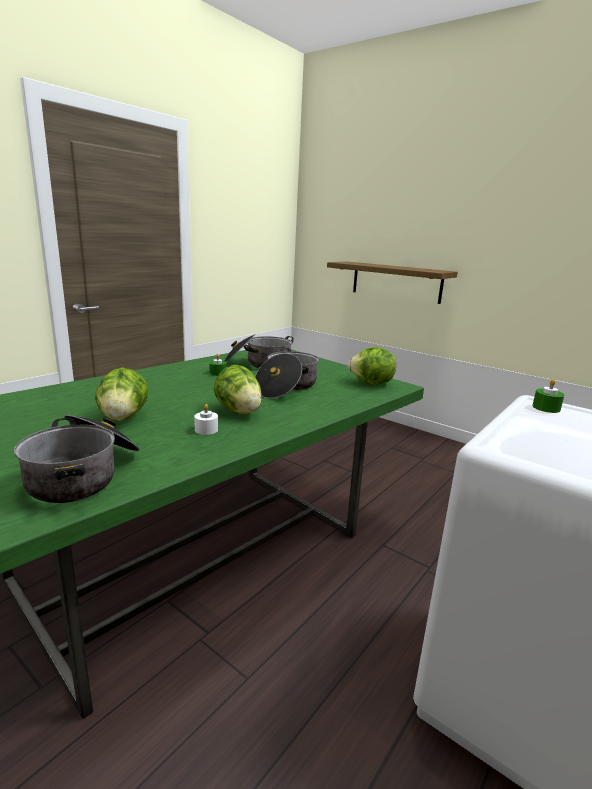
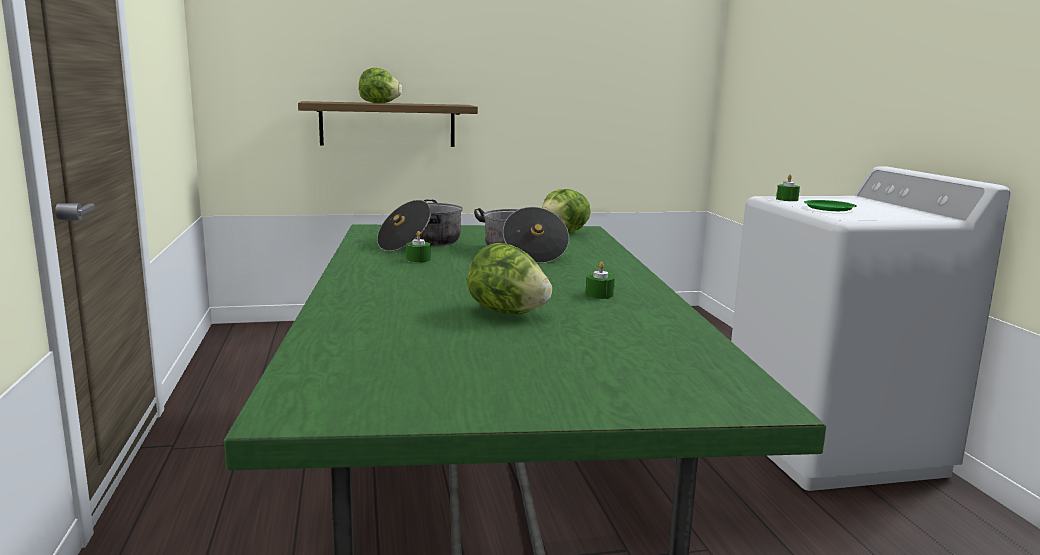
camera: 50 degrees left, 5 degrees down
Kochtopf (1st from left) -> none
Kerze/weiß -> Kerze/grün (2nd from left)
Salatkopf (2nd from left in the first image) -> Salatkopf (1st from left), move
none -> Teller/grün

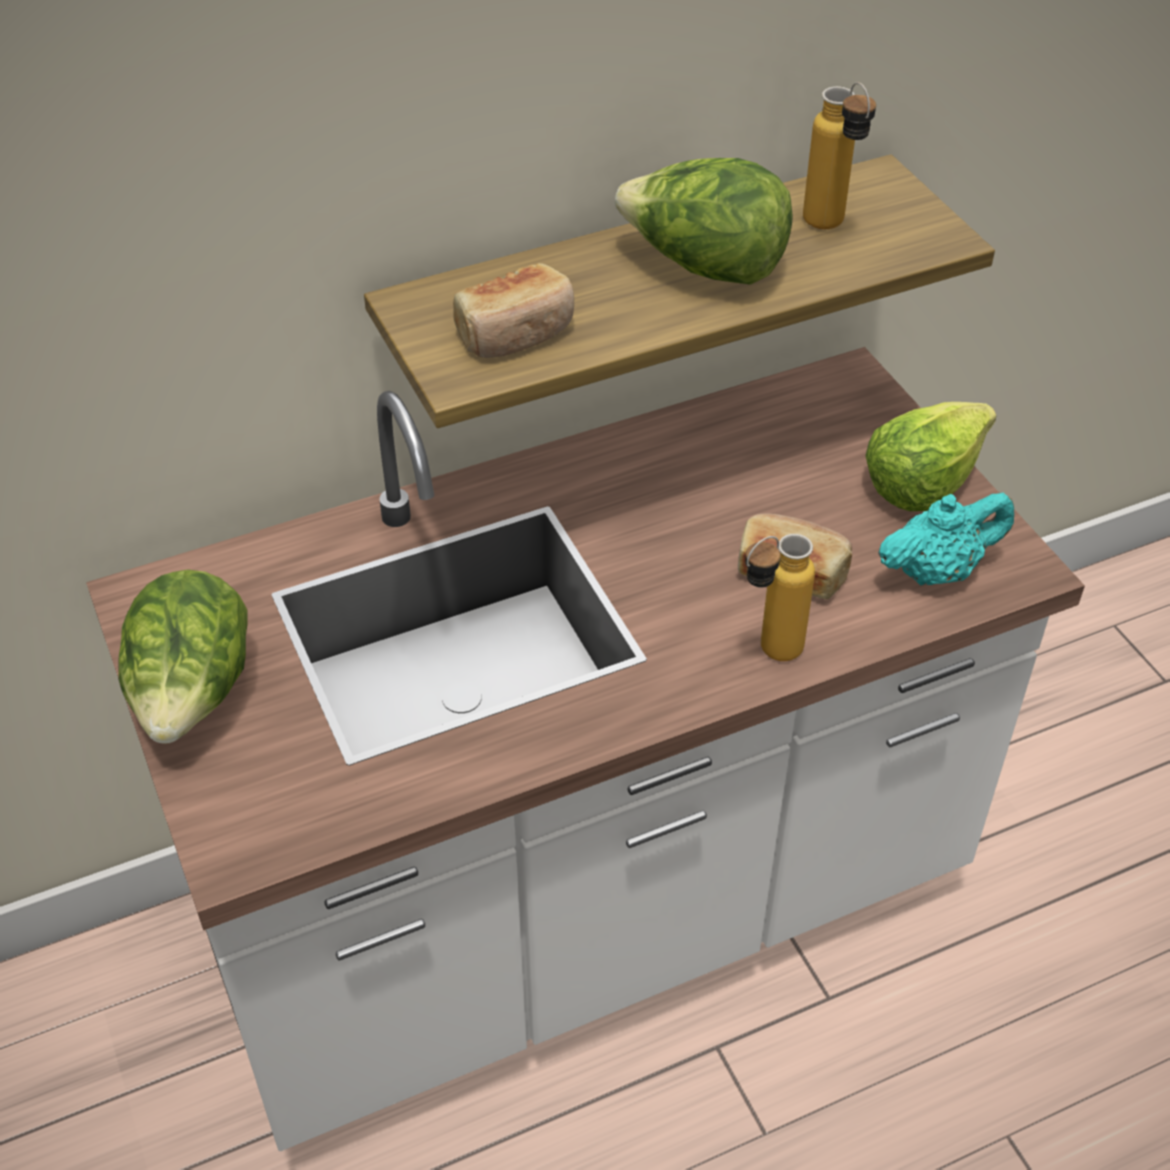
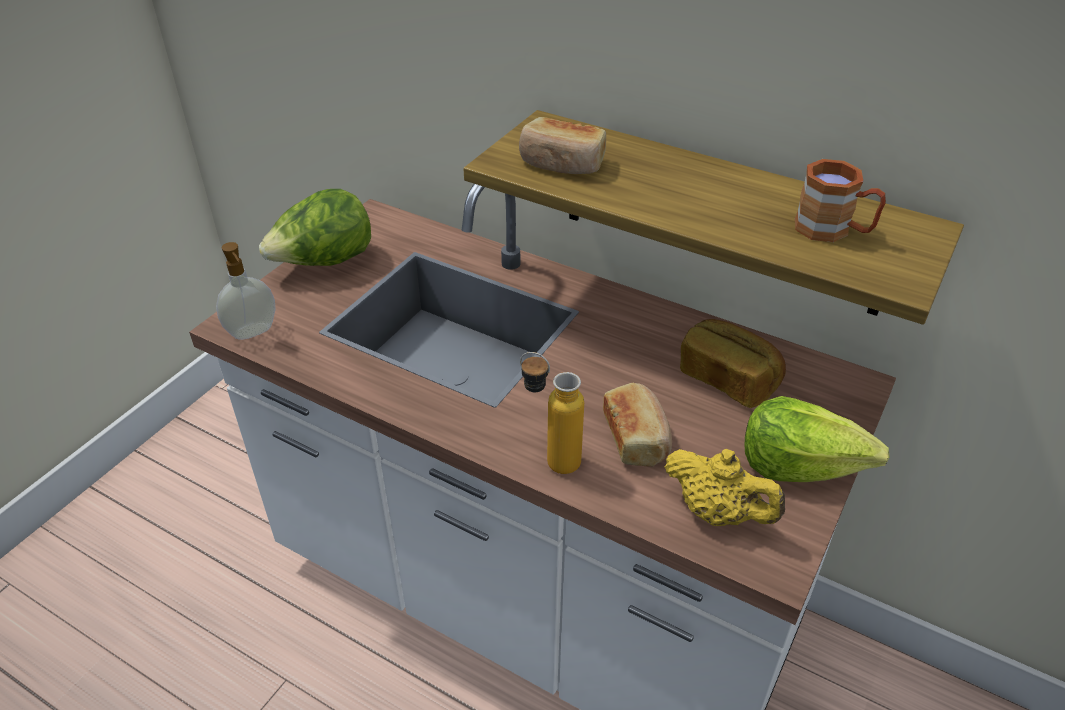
camera: 55 degrees right, 5 degrees down
Salatkopf (2nd from left) -> none
Flasche (2nd from left) -> Henkelbecher/braun
Teekanne/türkis -> Teekanne/gelb
none -> Seifenspender
none -> Brot (3rd from left)

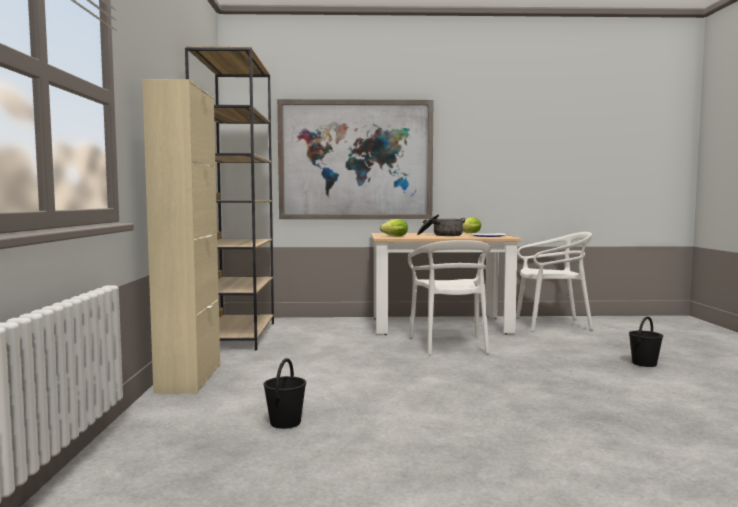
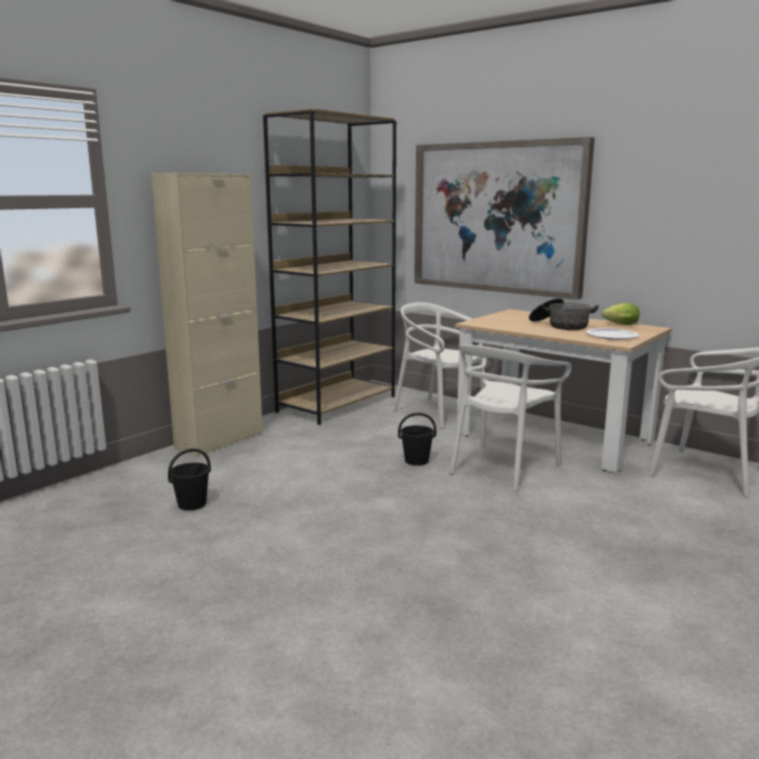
camera: 40 degrees right, 10 degrees up
Salatkopf (1st from left) -> none
Eimer/schwarz (2nd from left), move
none -> Stuhl/weiß (1st from left)

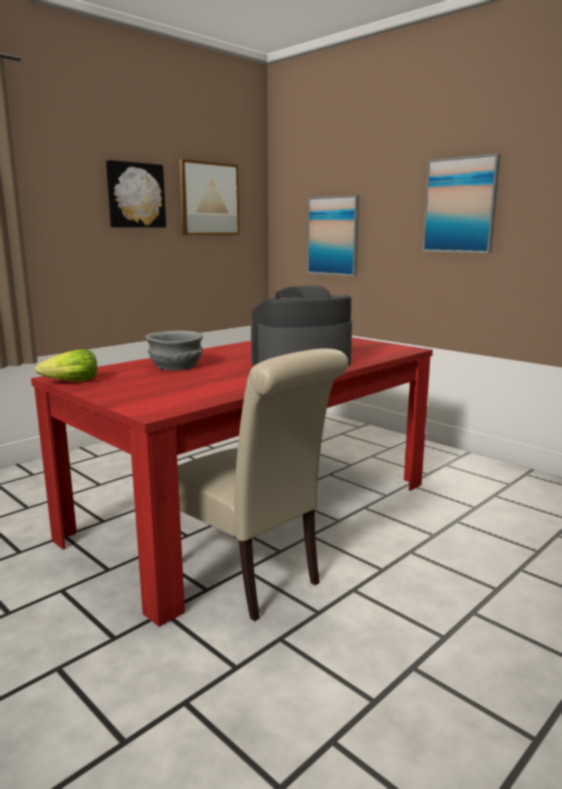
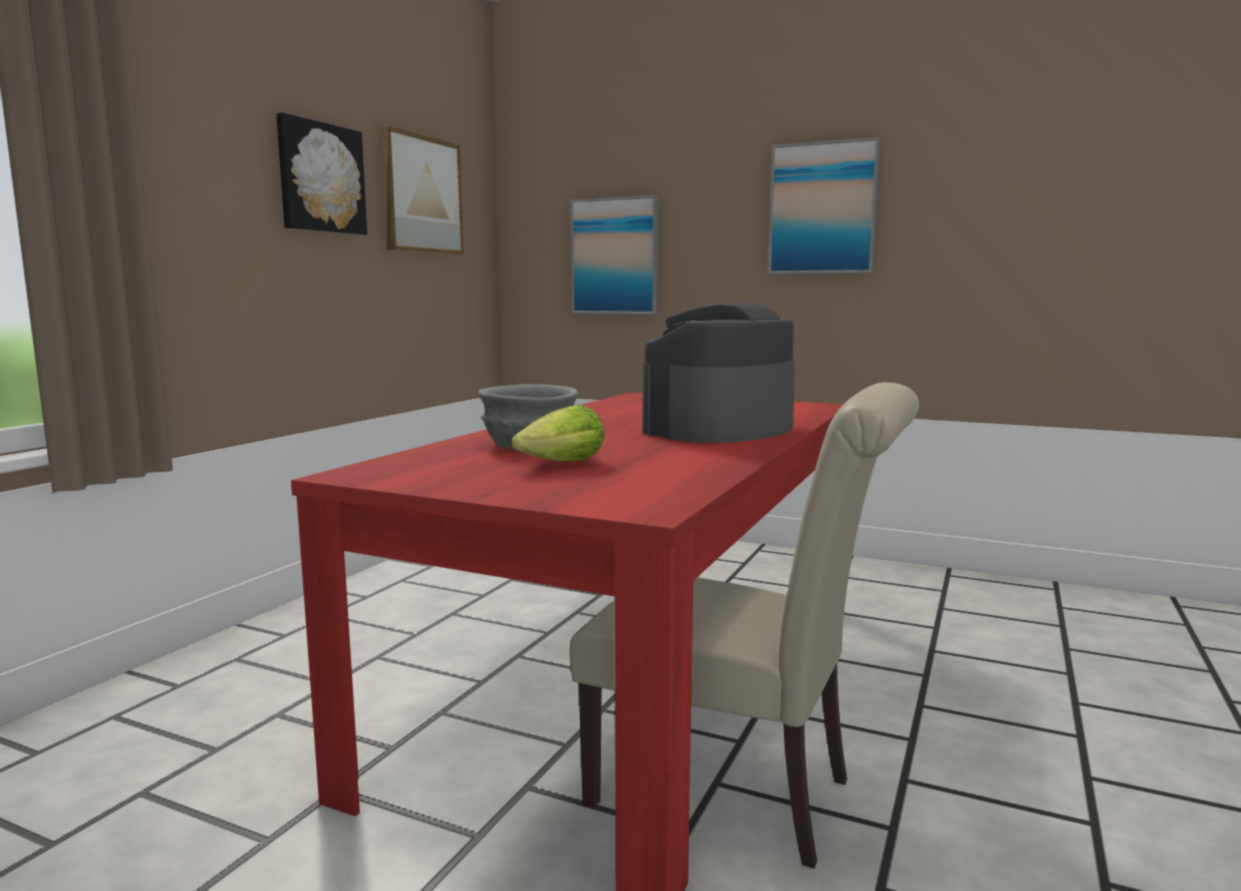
camera: 20 degrees left, 5 degrees down
Salatkopf, move

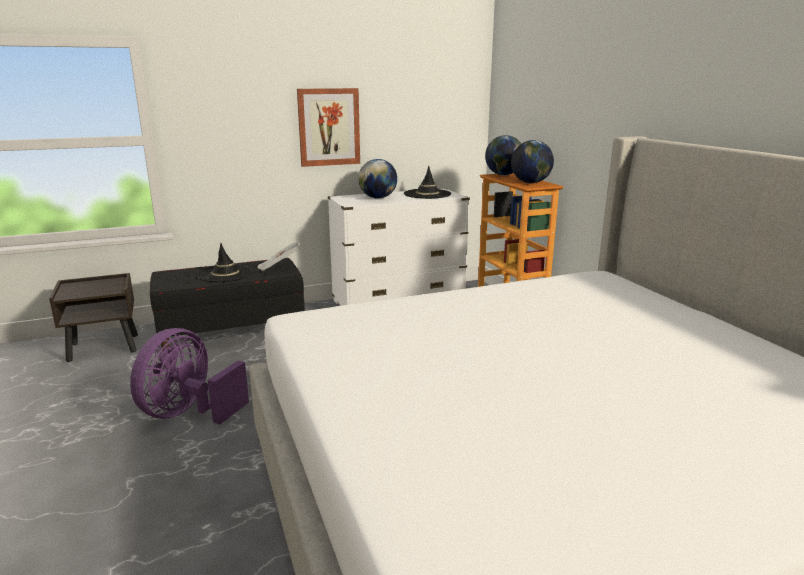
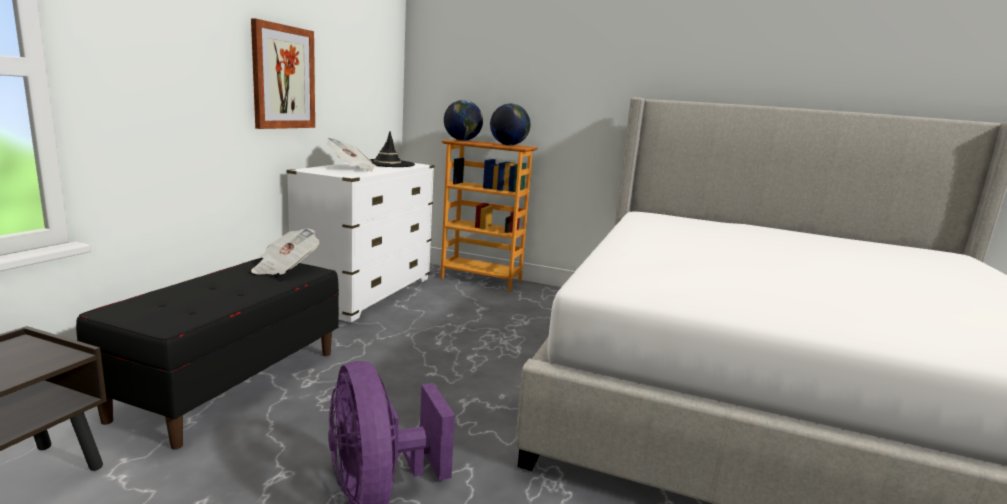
camera: 50 degrees left, 5 degrees down
Hut/schwarz (1st from left) -> none
Globus (1st from left) -> Zeitung (2nd from left)

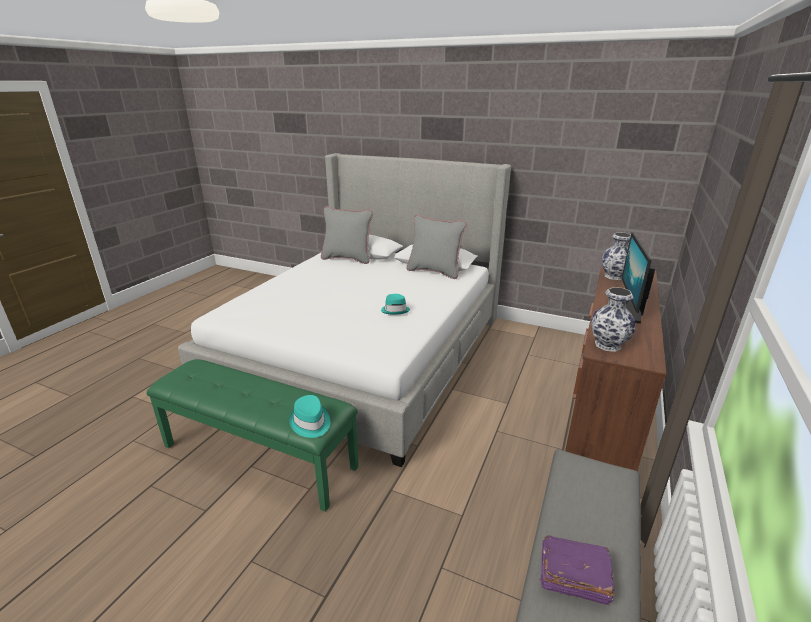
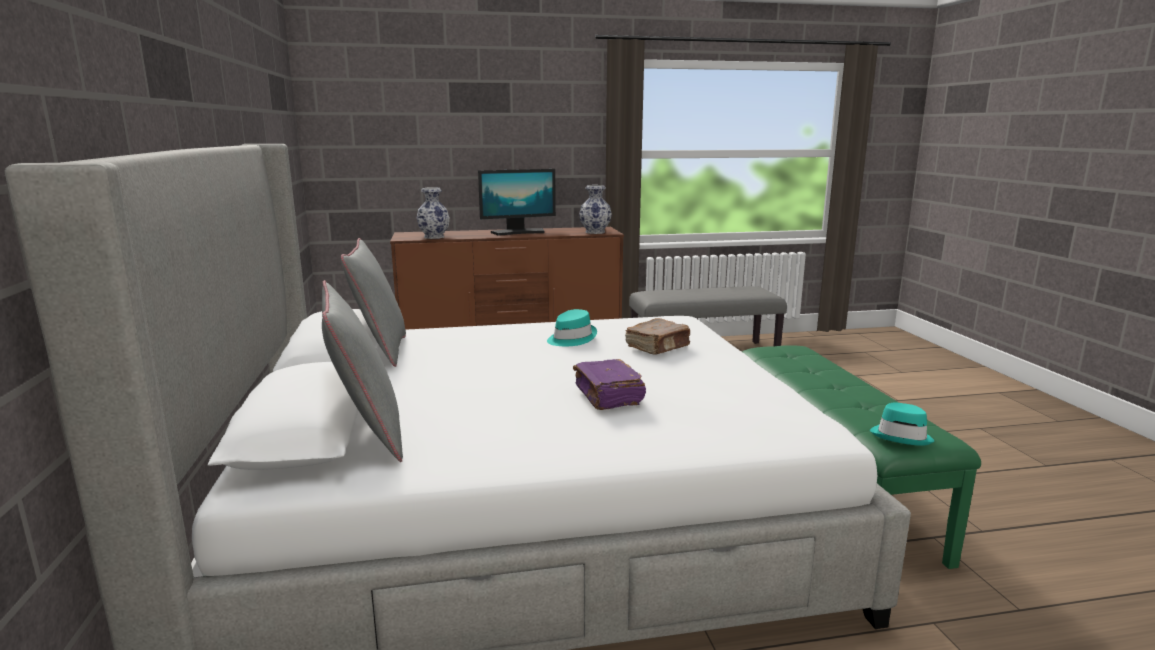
camera: 125 degrees left, 10 degrees down
Hut/türkis (1st from left in the first image) -> Hut/türkis (2nd from left), move
Buch/lila, move
none -> Buch/braun

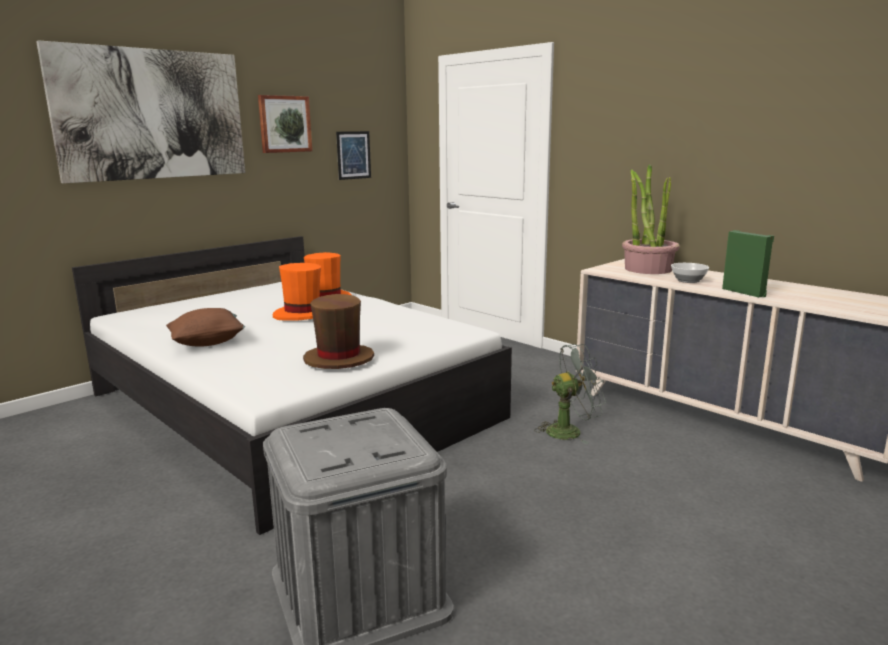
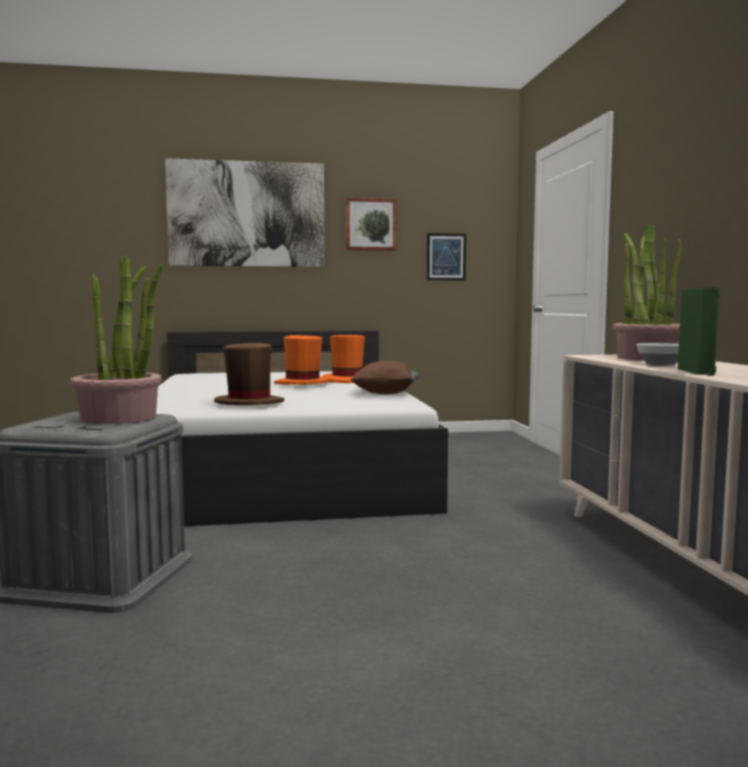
camera: 35 degrees right, 10 degrees down
Kissen/braun, move
Ventilator/grau -> none
none -> Topfpflanze (1st from left)

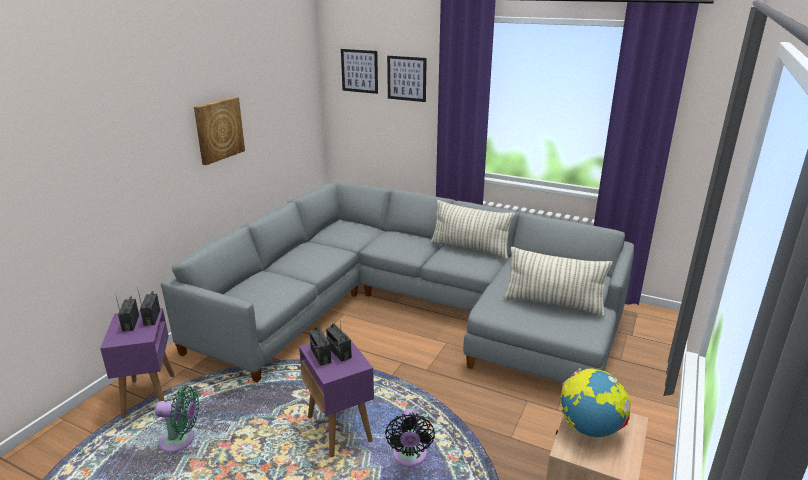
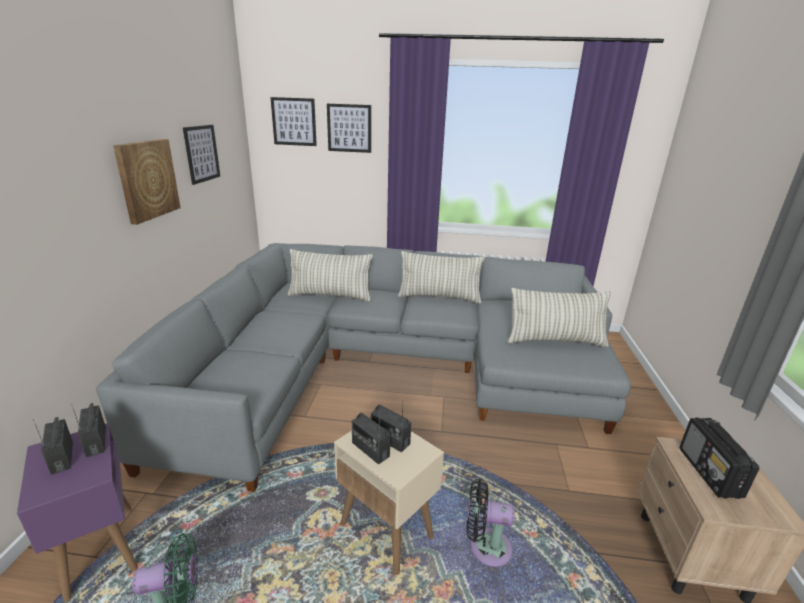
camera: 20 degrees left, 0 degrees up
Beistelltisch/lila (2nd from left) -> Beistelltisch/beige
Ventilator/schwarz, 120 degrees clockwise
Globus -> Radio (5th from left)
none -> Bild (2nd from left)
none -> Kissen (1st from left)

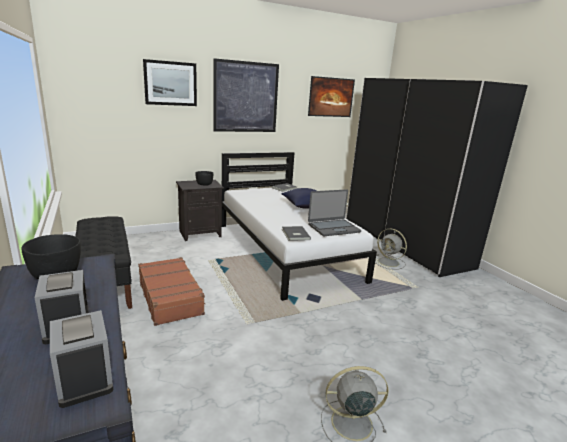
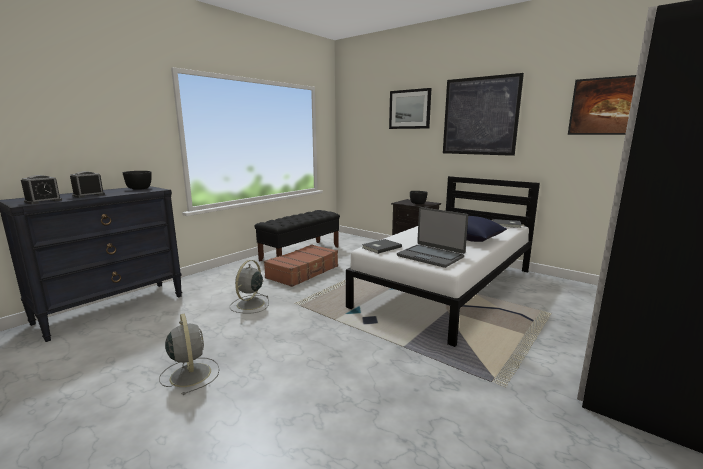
camera: 65 degrees right, 5 degrees down
Ventilator/grau (2nd from left), move

